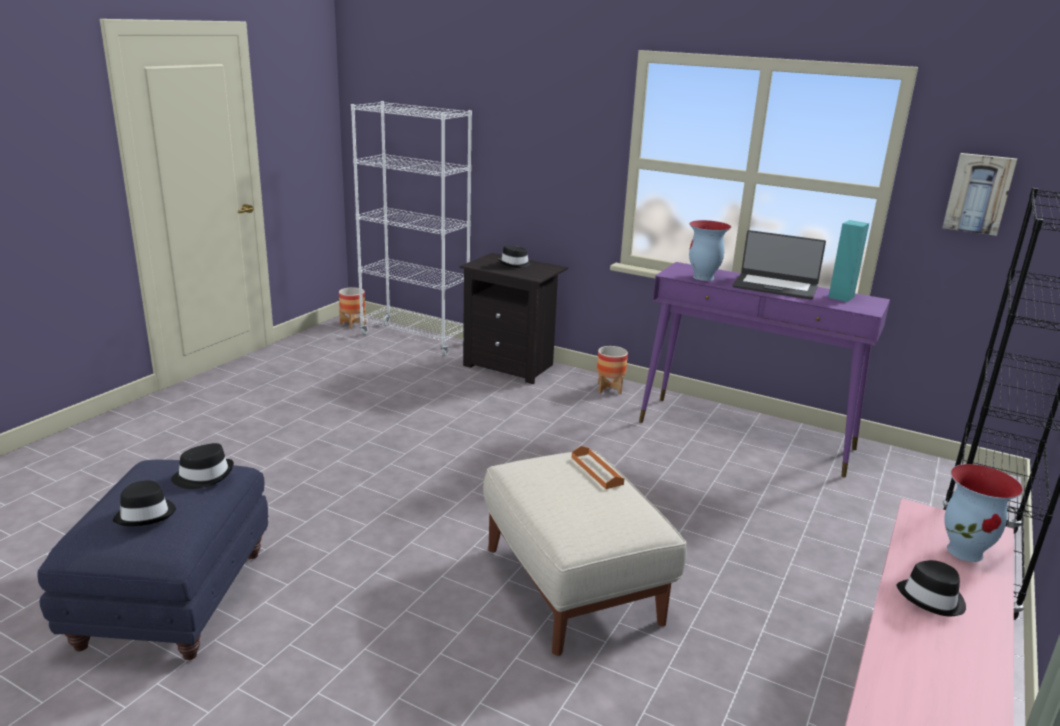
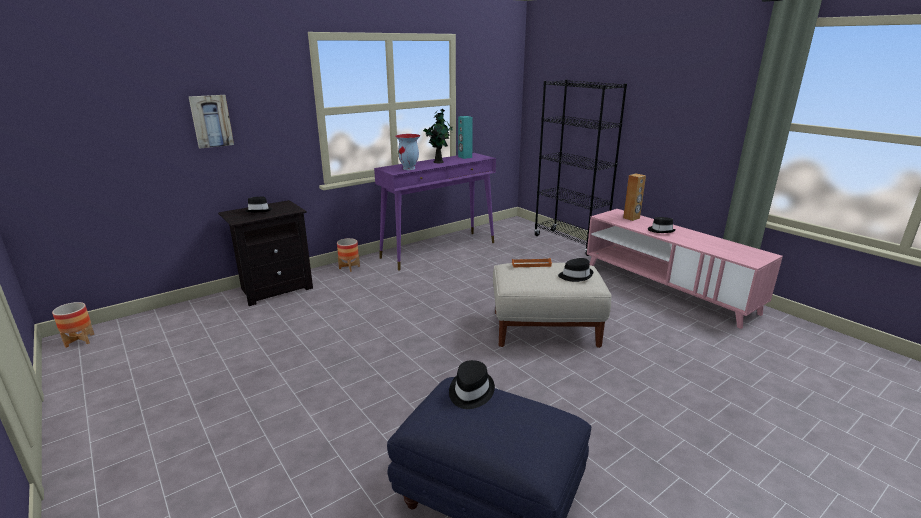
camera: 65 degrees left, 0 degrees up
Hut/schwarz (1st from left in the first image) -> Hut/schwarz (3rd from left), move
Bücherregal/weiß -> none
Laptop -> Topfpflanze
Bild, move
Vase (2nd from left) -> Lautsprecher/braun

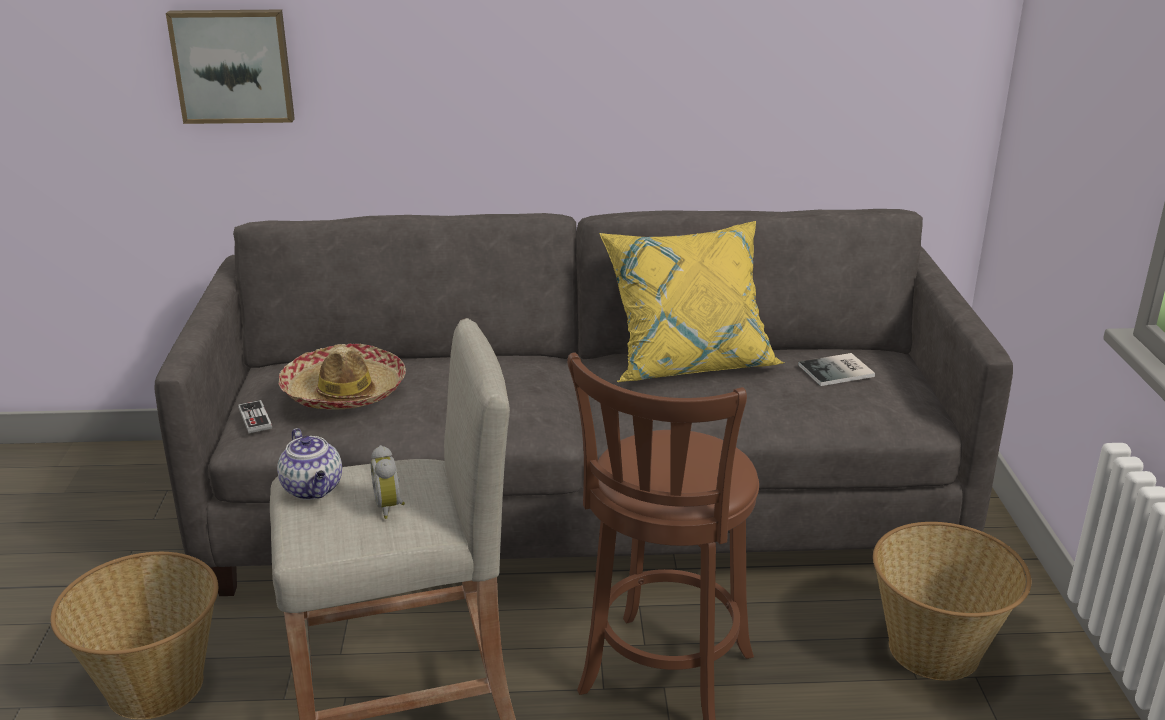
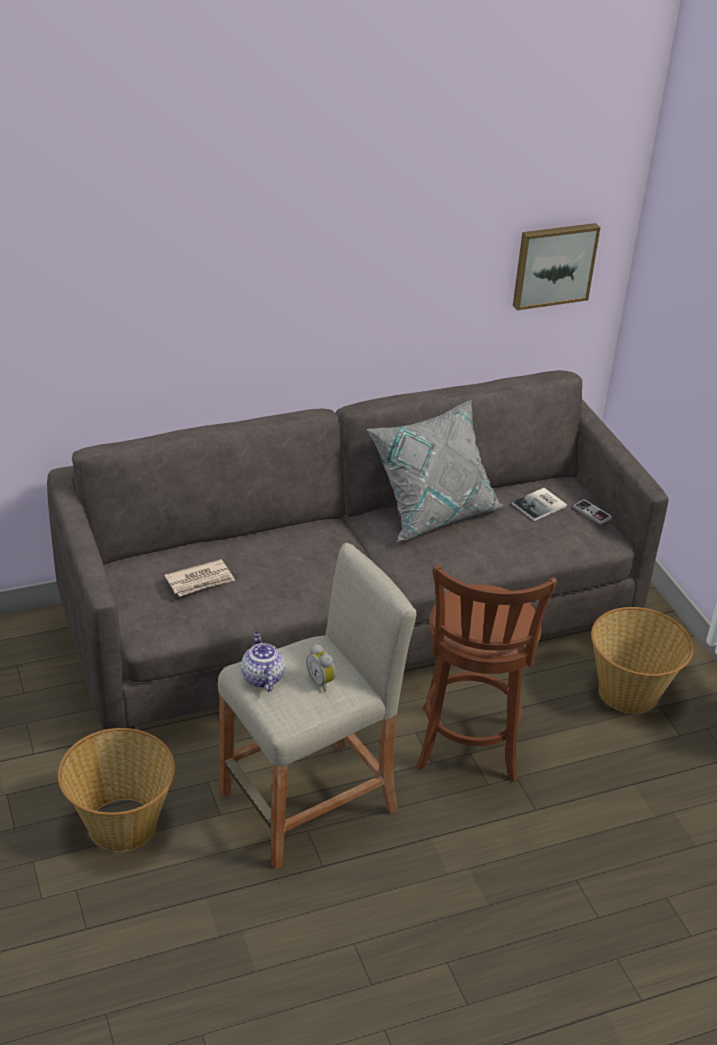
camera: 20 degrees left, 10 degrees up
Bild, move
Gamepad, move
Teekanne, 150 degrees counterclockwise
Hut -> Zeitung
Kissen/gelb -> Kissen/grau

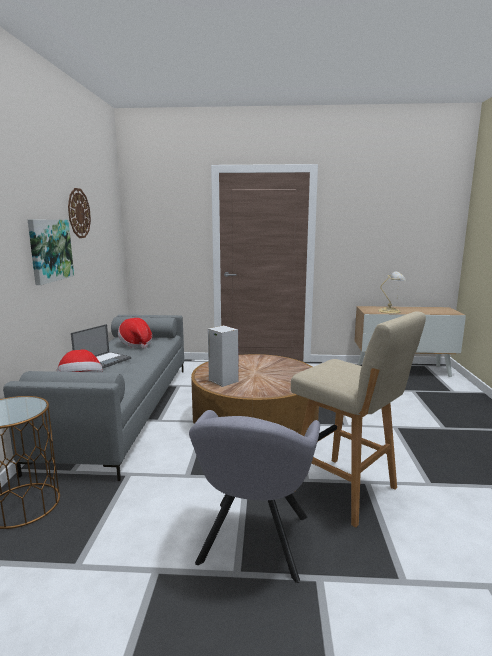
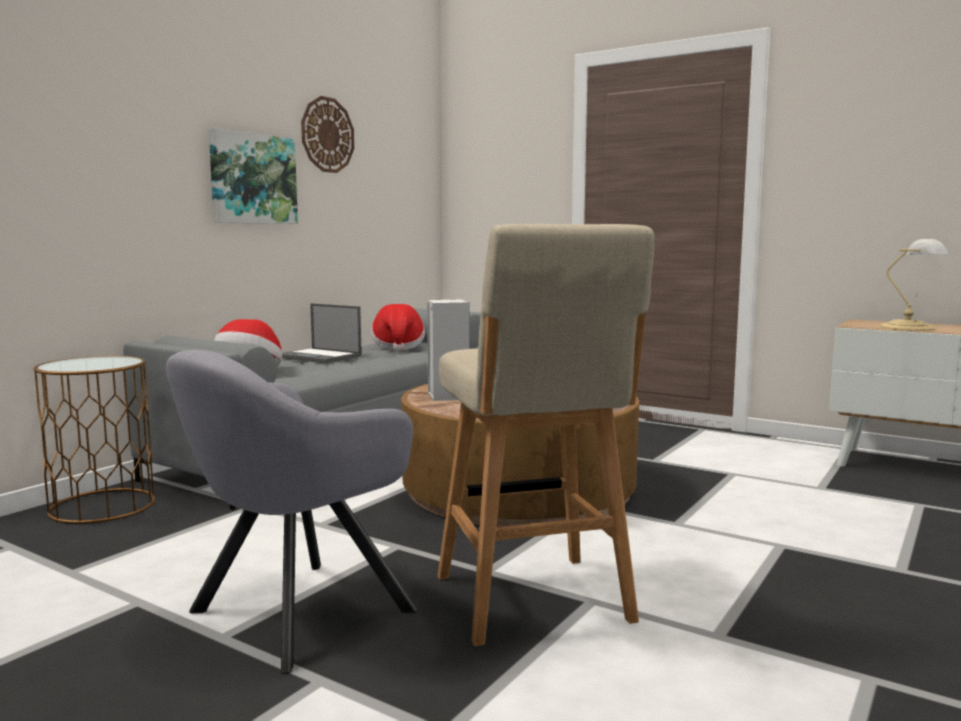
camera: 30 degrees right, 5 degrees down
Laptop, 60 degrees clockwise

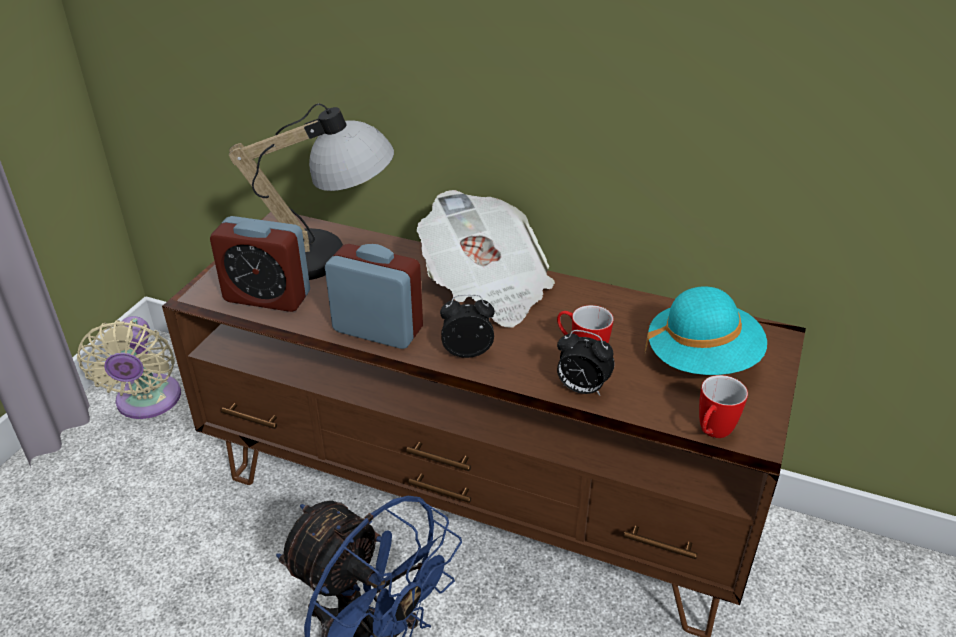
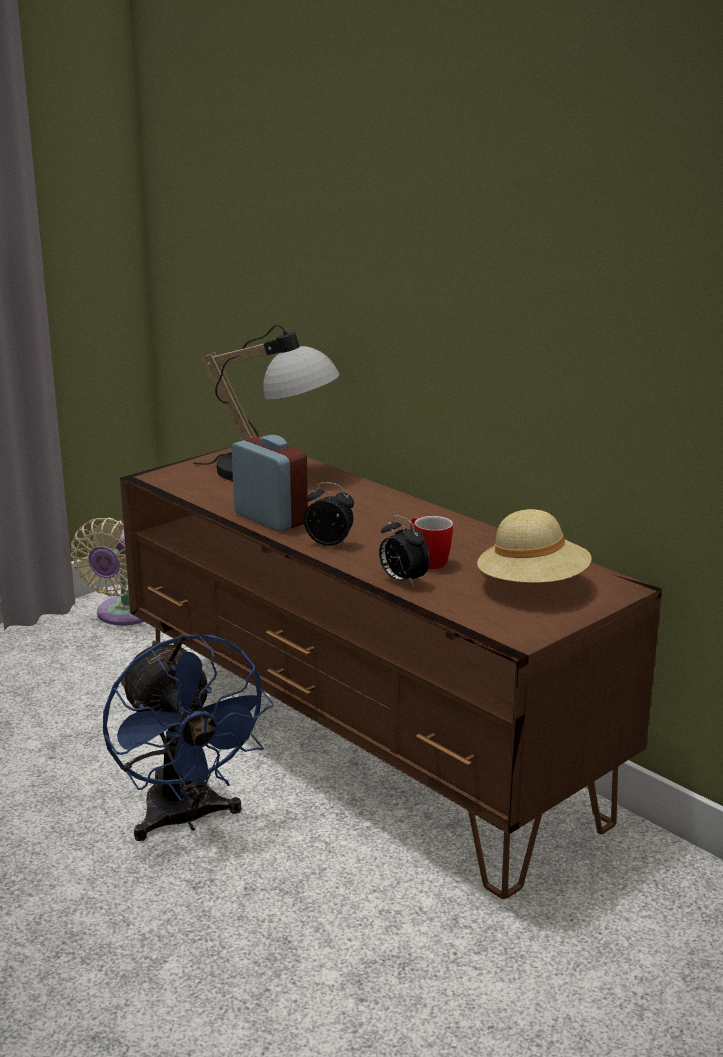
camera: 25 degrees right, 15 degrees down
Wecker (1st from left) -> none
Zeitung -> none
Hut/türkis -> Hut/beige
Henkelbecher (2nd from left) -> none

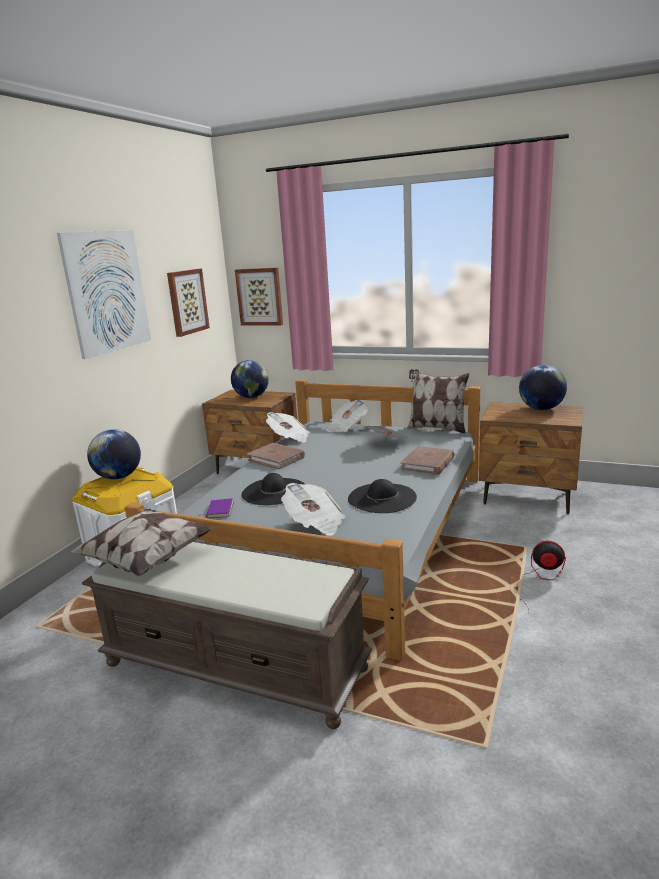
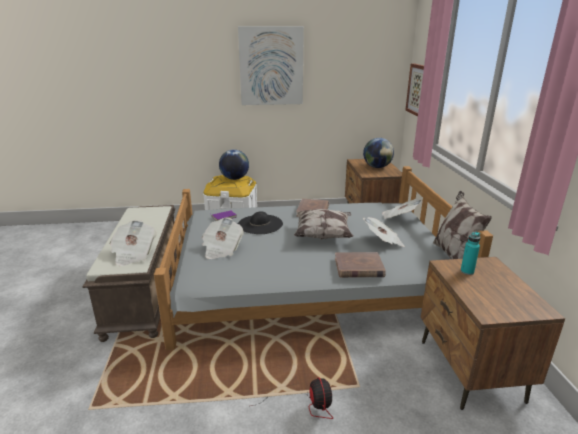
camera: 60 degrees right, 5 degrees up
Kissen (1st from left), move
Bild (2nd from left) -> none
Zeitung (1st from left), move
Hut/schwarz (2nd from left) -> none
Globus (3rd from left) -> none
none -> Flasche/türkis

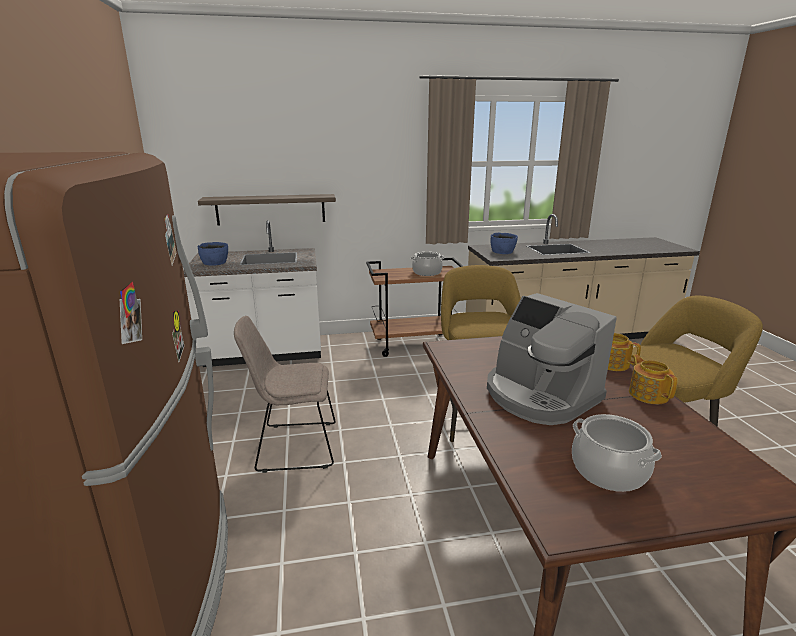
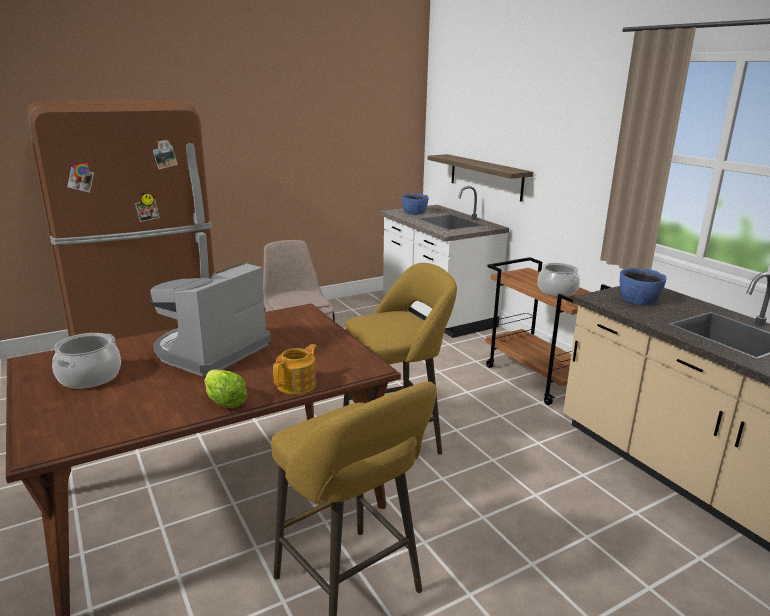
camera: 70 degrees right, 0 degrees up
Teekanne (2nd from left) -> Salatkopf

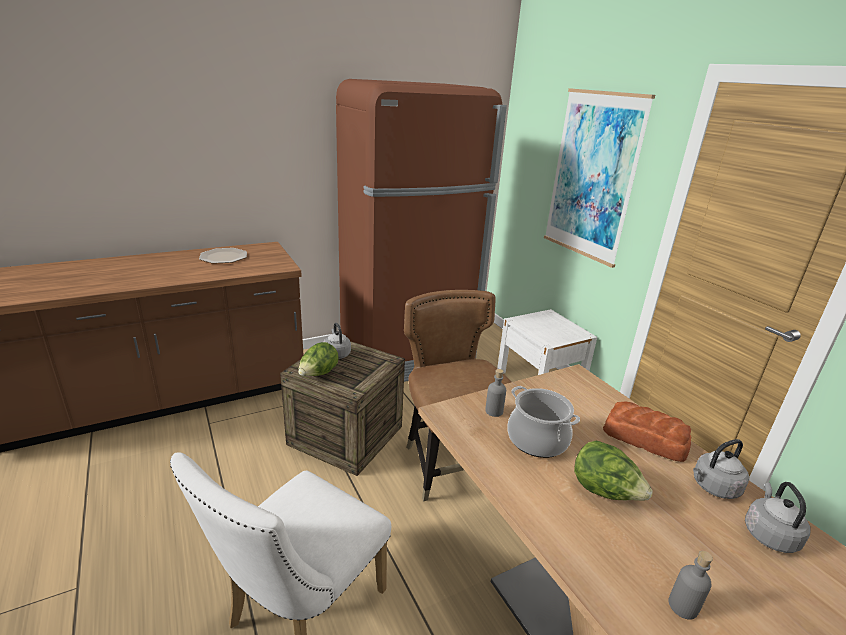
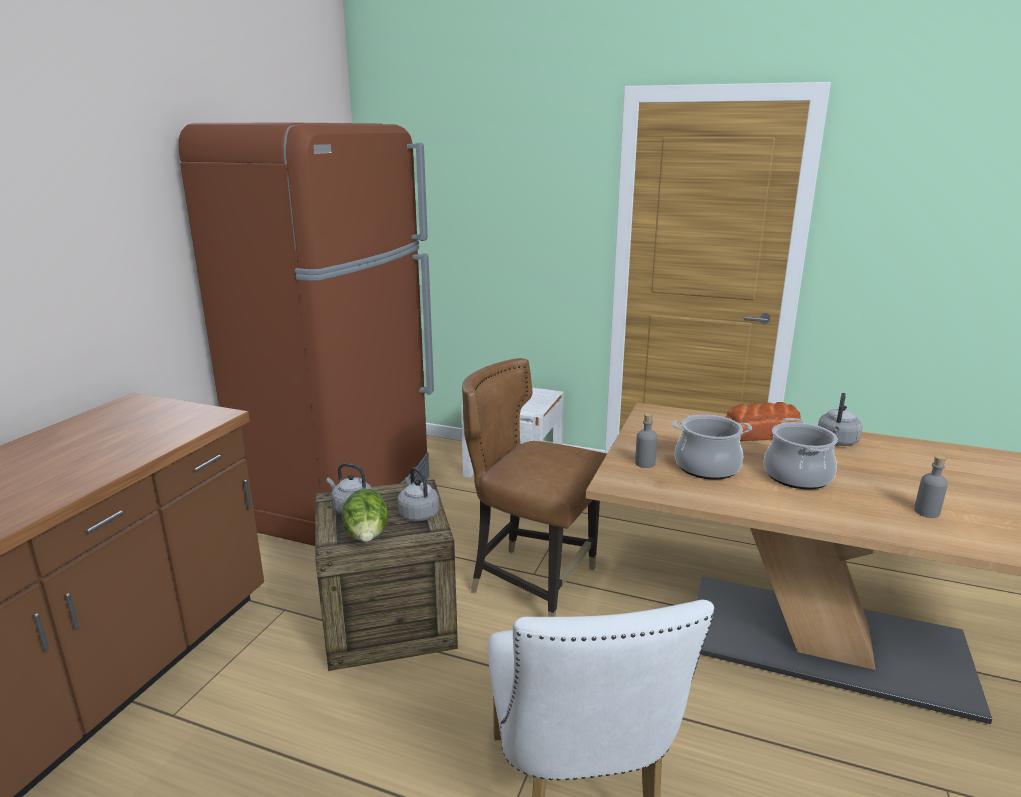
camera: 40 degrees left, 5 degrees down
Teller -> none
Bild -> none
Salatkopf (2nd from left) -> Kochtopf (2nd from left)
Wasserkessel/grau (3rd from left in the first image) -> Wasserkessel/grau (2nd from left), move

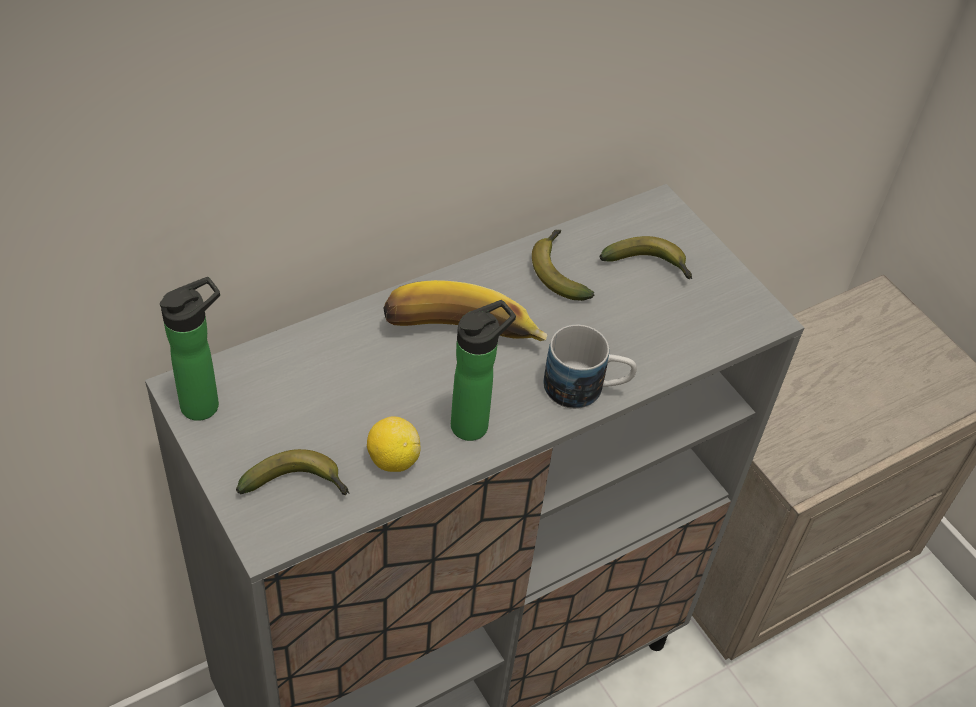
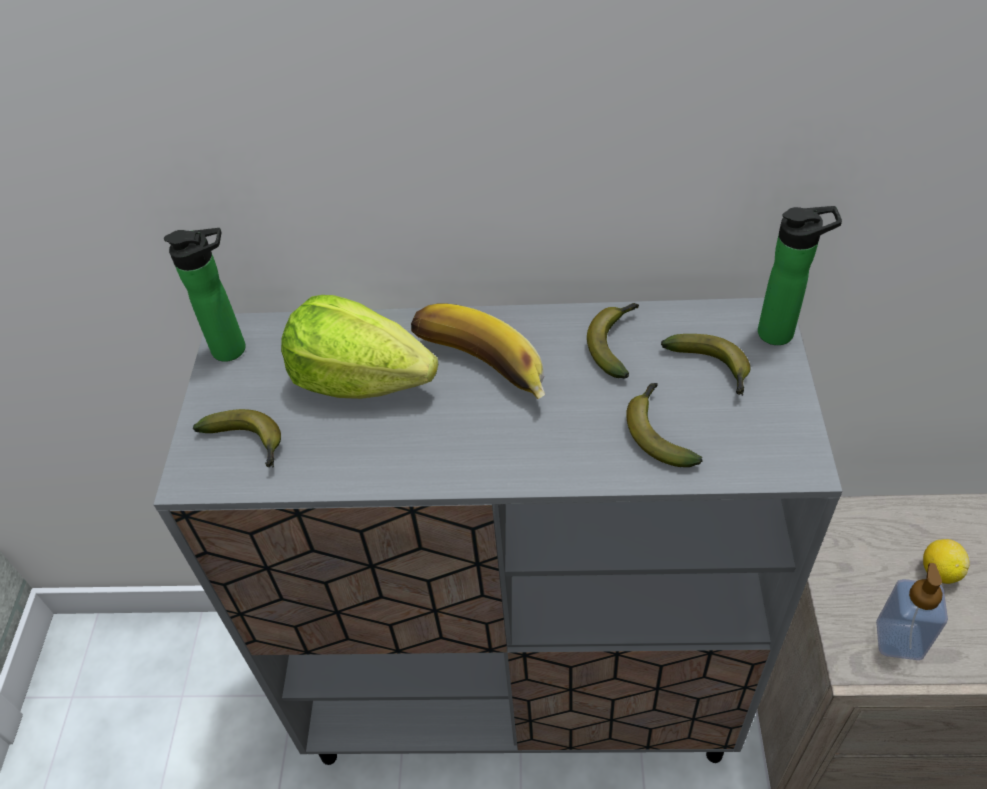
camera: 40 degrees right, 0 degrees up
Zitrone, move
Flasche (2nd from left), move
Henkelbecher -> none
none -> Salatkopf
none -> Banane (4th from left)
none -> Seifenspender

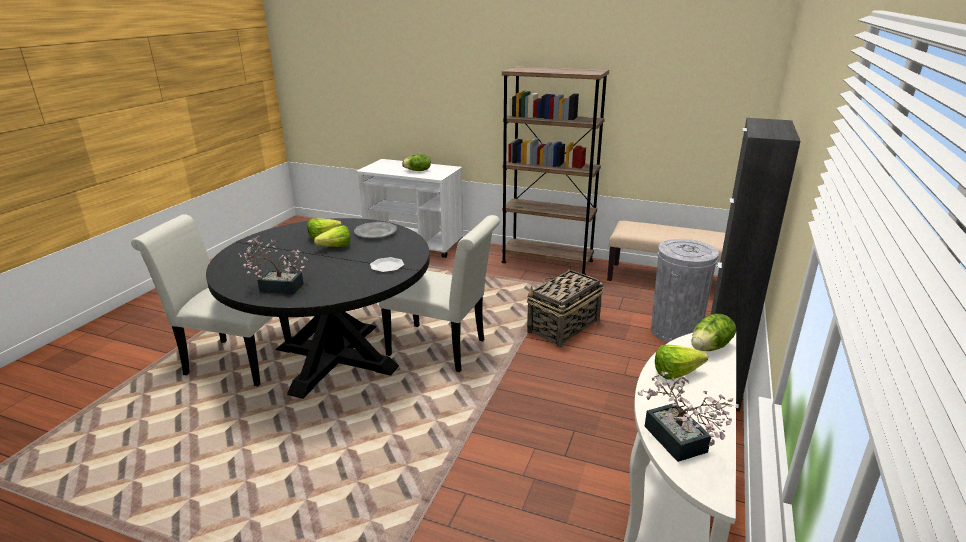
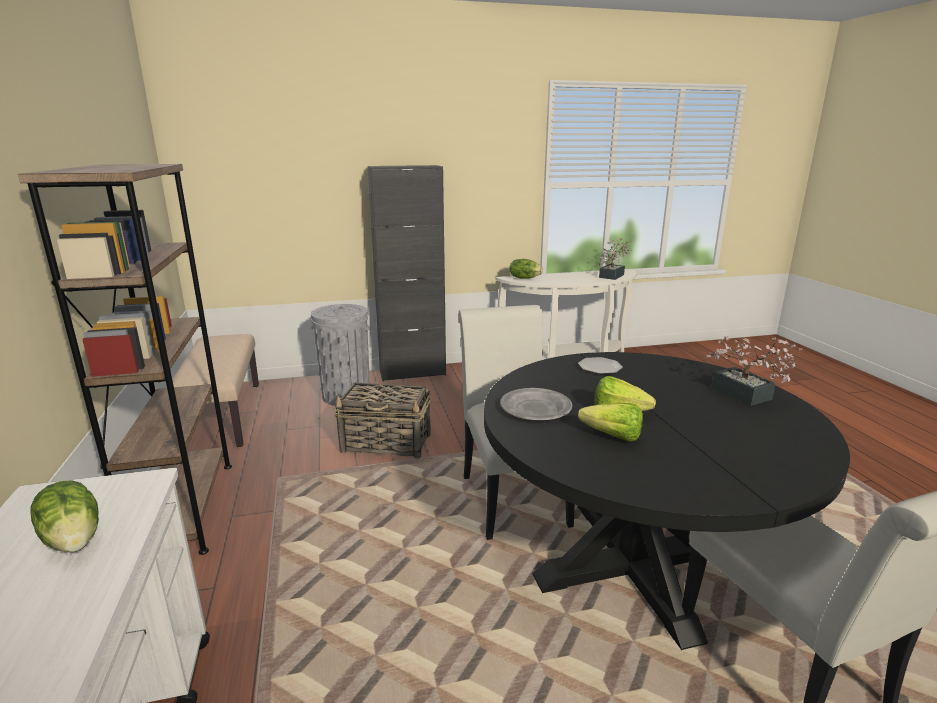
camera: 125 degrees left, 5 degrees down
Salatkopf (4th from left) -> none

